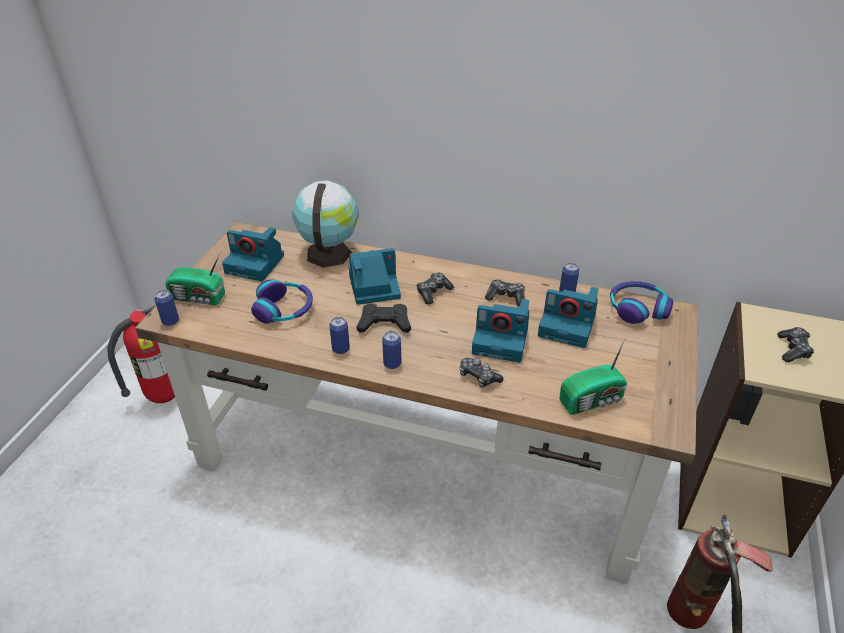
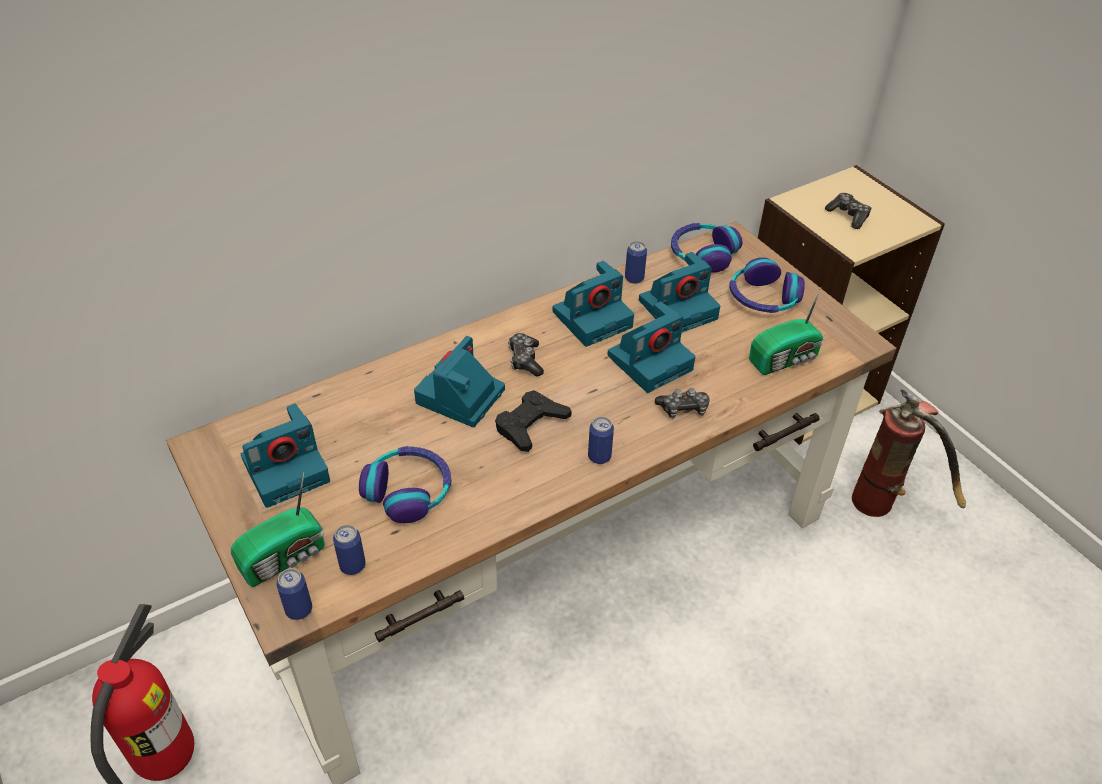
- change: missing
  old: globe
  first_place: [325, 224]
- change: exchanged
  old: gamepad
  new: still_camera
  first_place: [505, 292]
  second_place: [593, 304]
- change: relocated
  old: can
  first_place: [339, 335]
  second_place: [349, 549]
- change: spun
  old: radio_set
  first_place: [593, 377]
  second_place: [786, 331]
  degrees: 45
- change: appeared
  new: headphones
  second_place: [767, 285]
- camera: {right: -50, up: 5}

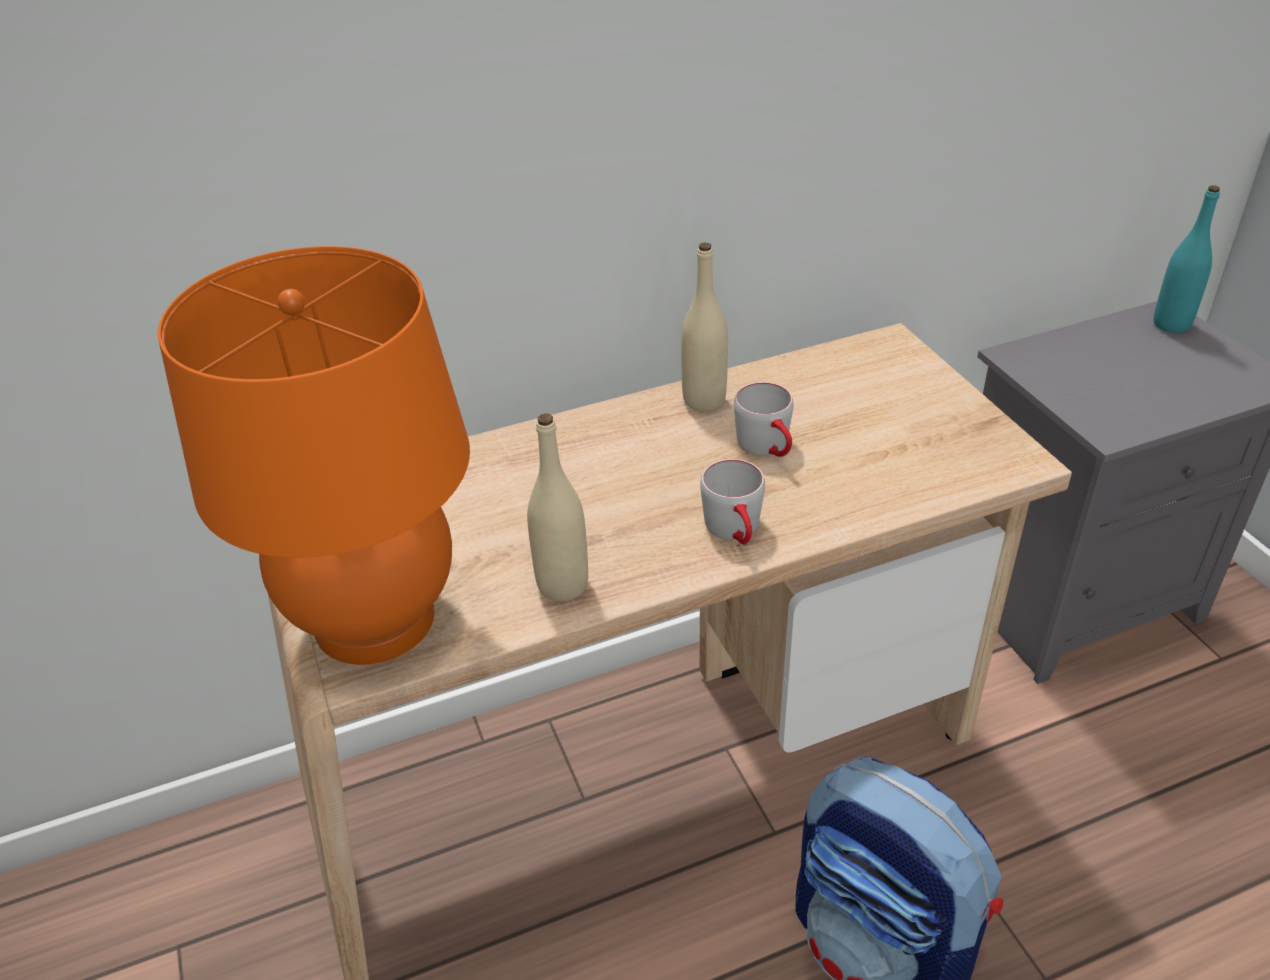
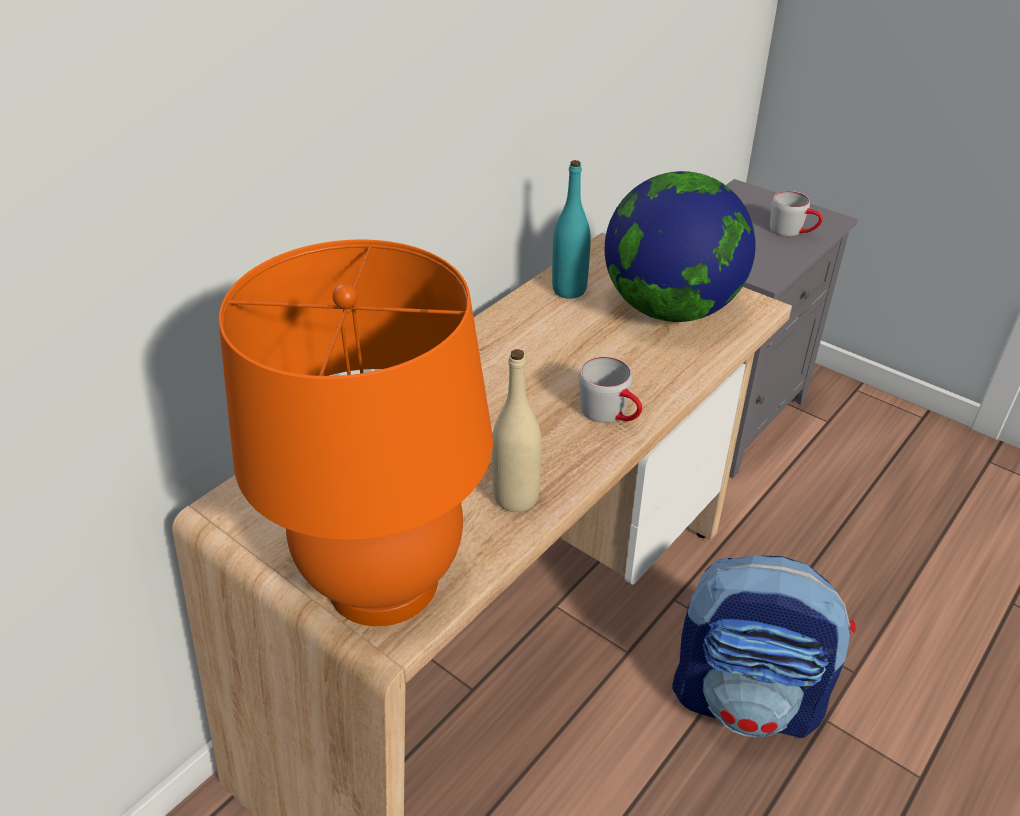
- change: relocated
  old: turquoise_bottle
  first_place: [1187, 259]
  second_place: [571, 229]
- change: missing
  old: beige-coloured_bottle
  first_place: [704, 327]
- change: relocated
  old: gray_mug
  first_place: [764, 419]
  second_place: [796, 213]
- change: appeared
  new: globe
  second_place: [680, 246]
- camera: {right: -30, up: 0}

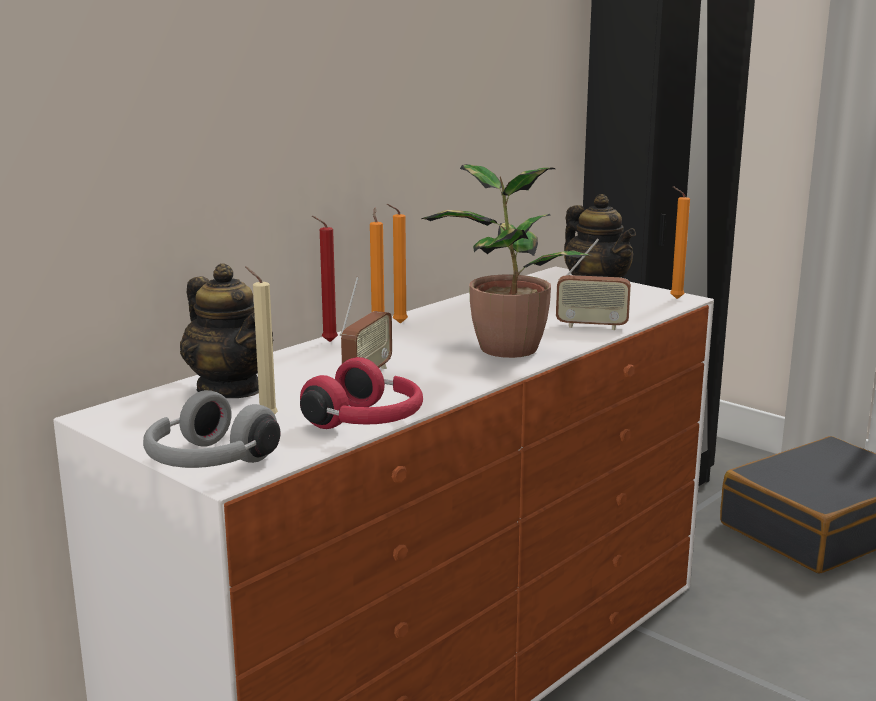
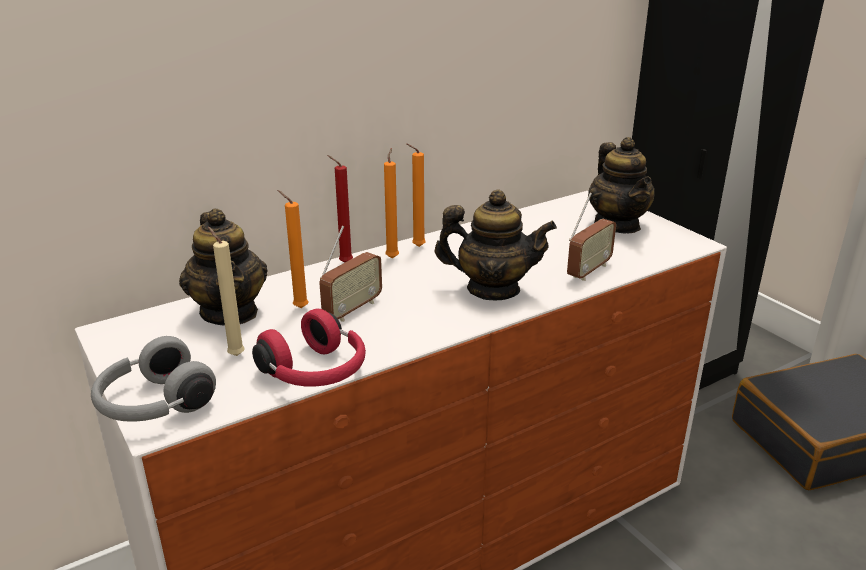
- change: exchanged
  old: potted_plant
  new: tea_pot
  first_place: [507, 261]
  second_place: [496, 244]
- change: relocated
  old: orange_candle
  first_place: [680, 242]
  second_place: [292, 249]
- change: spun
  old: radio_set
  first_place: [593, 284]
  second_place: [591, 237]
  degrees: -75
- camera: {right: 15, up: 10}

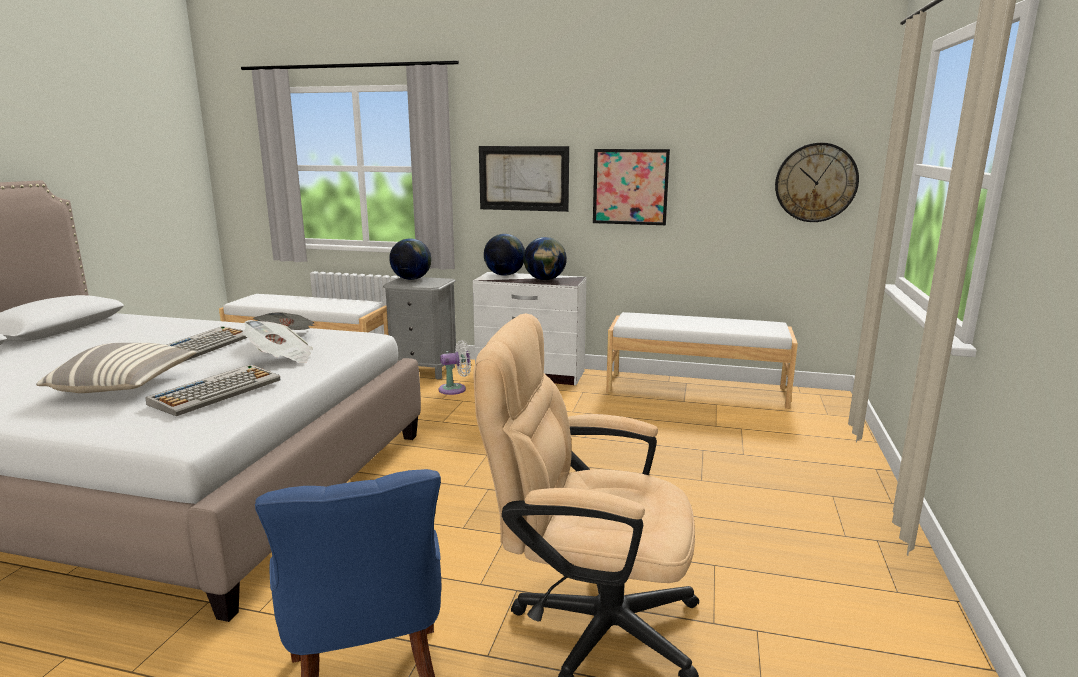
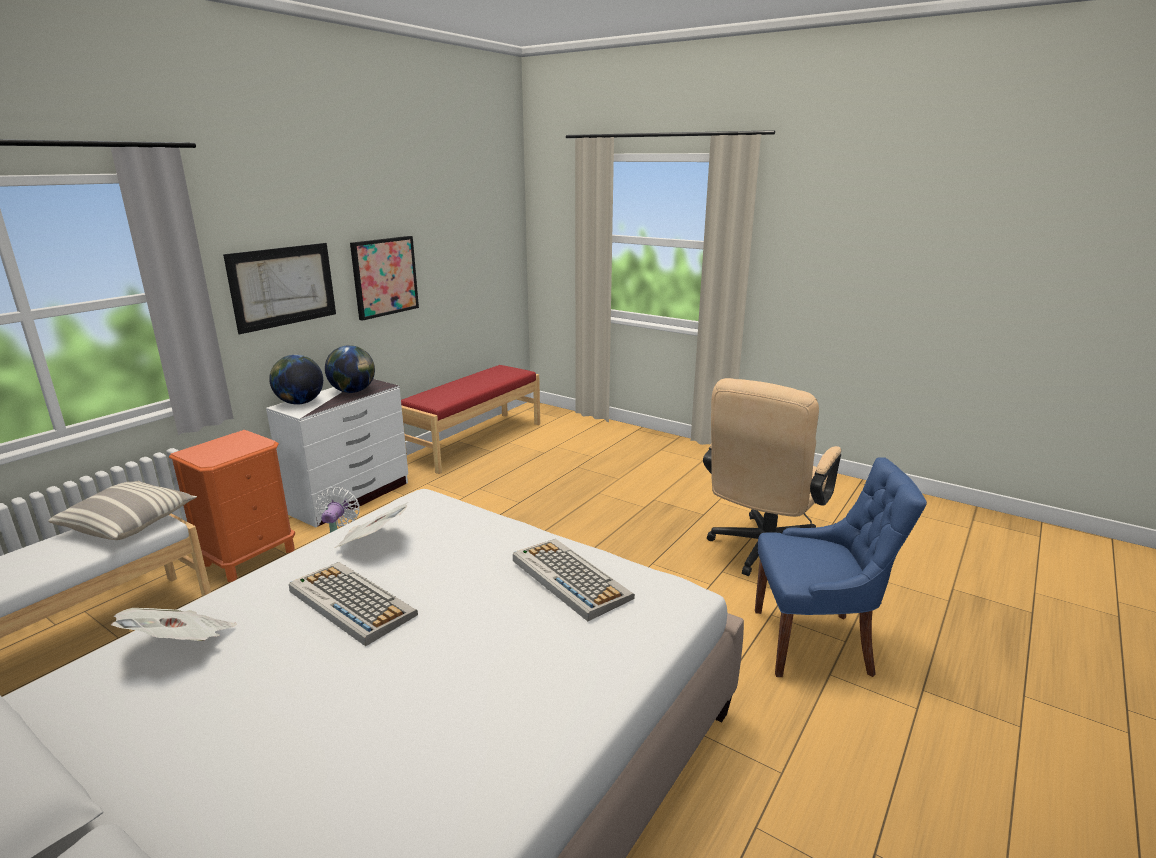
- change: missing
  old: hanging_clock
  first_place: [817, 182]
- change: missing
  old: globe
  first_place: [410, 259]
- change: colour
  old: gray_bedside_table
  new: orange_bedside_table
  first_place: [419, 328]
  second_place: [232, 506]
- change: colour
  old: whitish_indoor_bench
  new: red_indoor_bench
  first_place: [702, 360]
  second_place: [470, 419]
- change: relocated
  old: printed_paper
  first_place: [278, 341]
  second_place: [174, 624]
- change: relocated
  old: throw_pillow
  first_place: [116, 368]
  second_place: [122, 510]
- camera: {right: -70, up: 5}

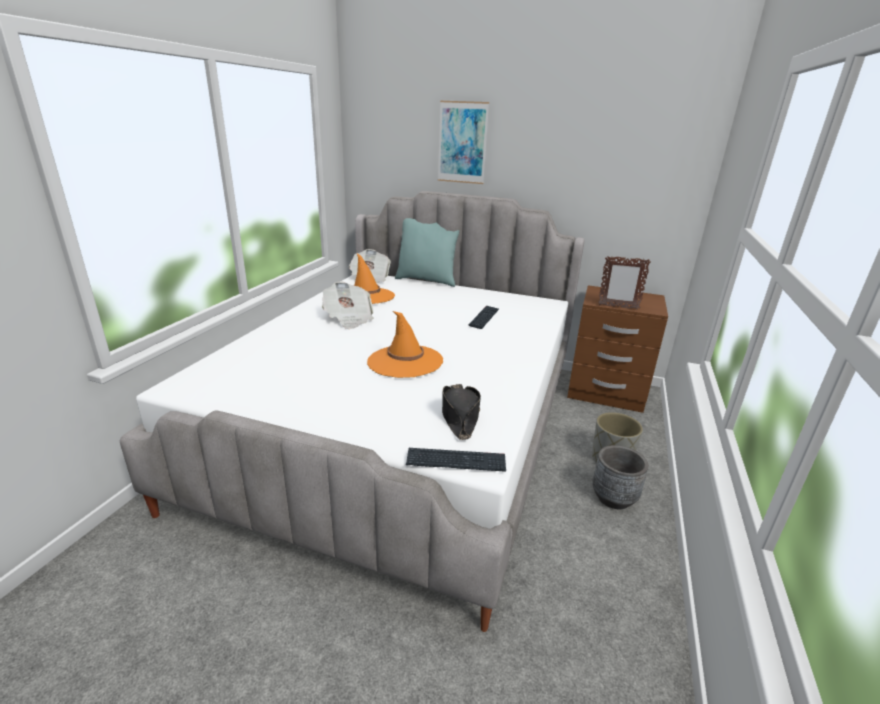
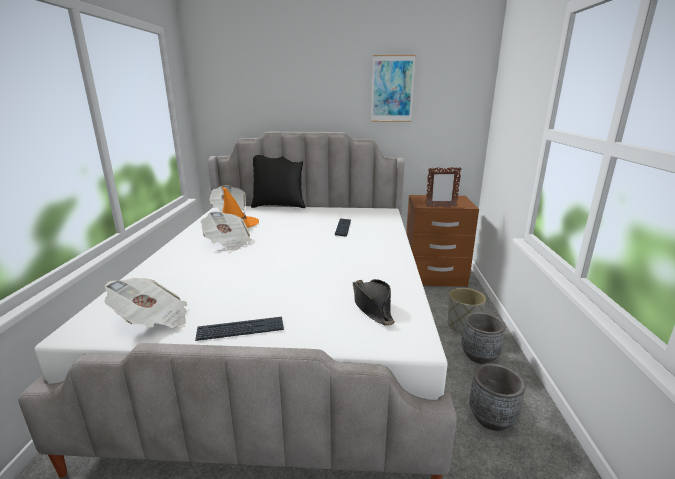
- change: relocated
  old: picture
  first_place: [463, 142]
  second_place: [393, 88]
- change: colour
  old: turquoise_throw_pillow
  new: blackish_throw_pillow
  first_place: [427, 252]
  second_place: [278, 181]
- change: missing
  old: orange_hat
  first_place: [405, 344]
- change: relocated
  old: PC_keyboard
  first_place: [456, 460]
  second_place: [239, 329]
- change: appeared
  new: printed_paper
  second_place: [145, 303]
- change: appeared
  new: gray_plant_pot
  second_place: [497, 397]
- camera: {right: -15, up: -5}

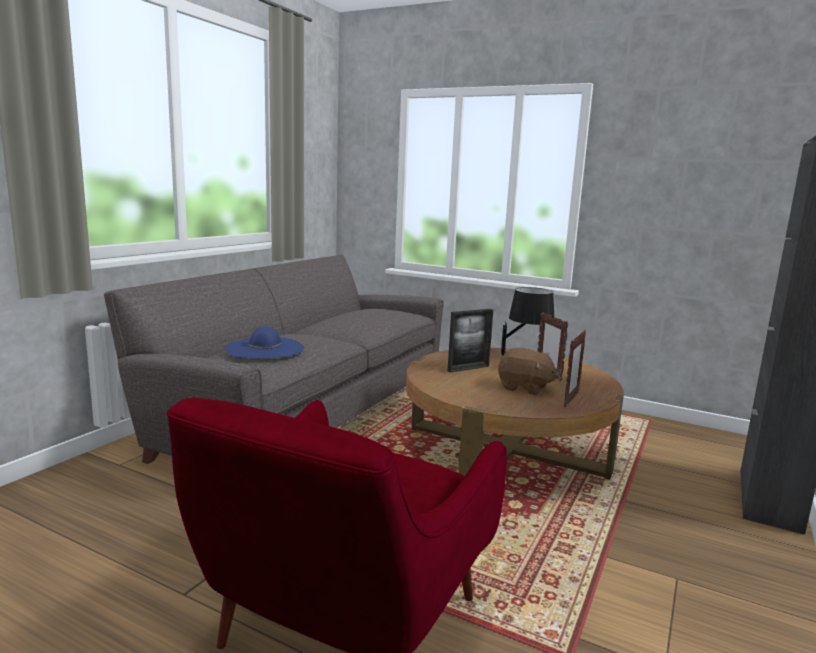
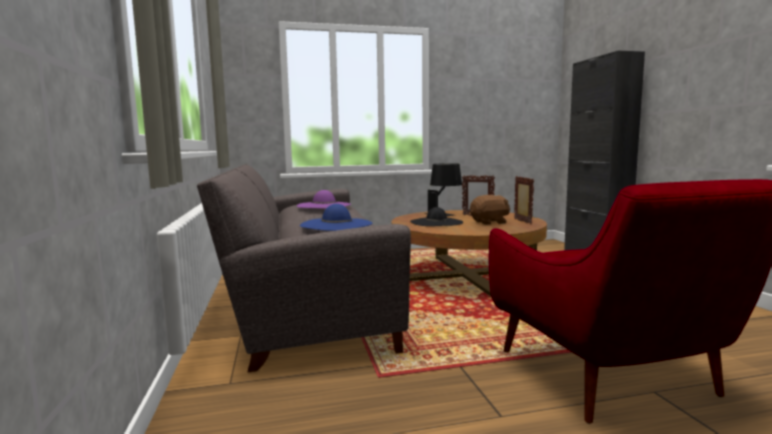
- change: exchanged
  old: standing_frame
  new: blackish_hat
  first_place: [470, 340]
  second_place: [436, 216]
- change: appeared
  new: purple-coloured_hat
  second_place: [324, 199]
- camera: {right: -40, up: -5}

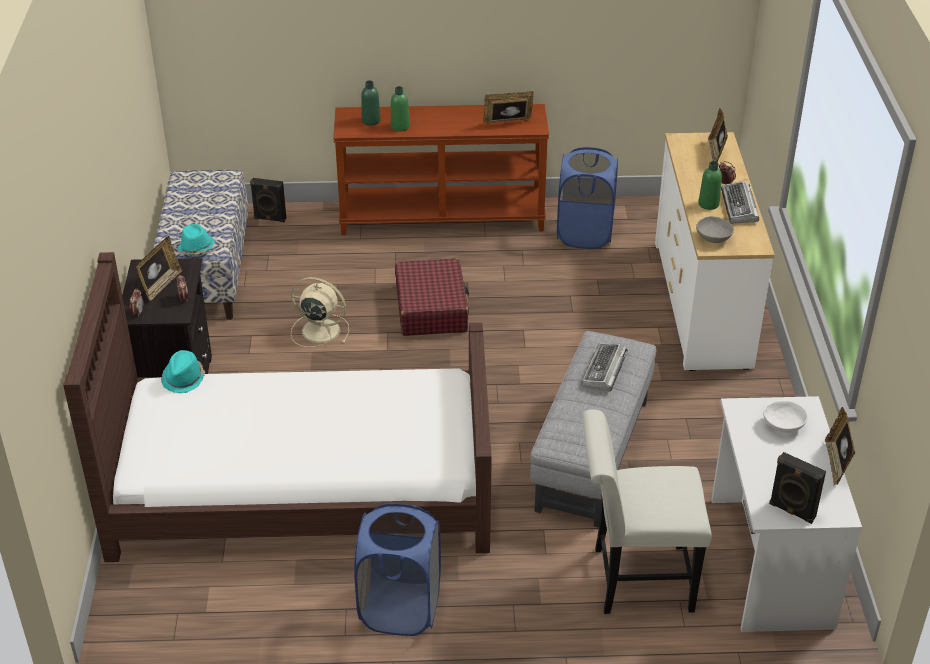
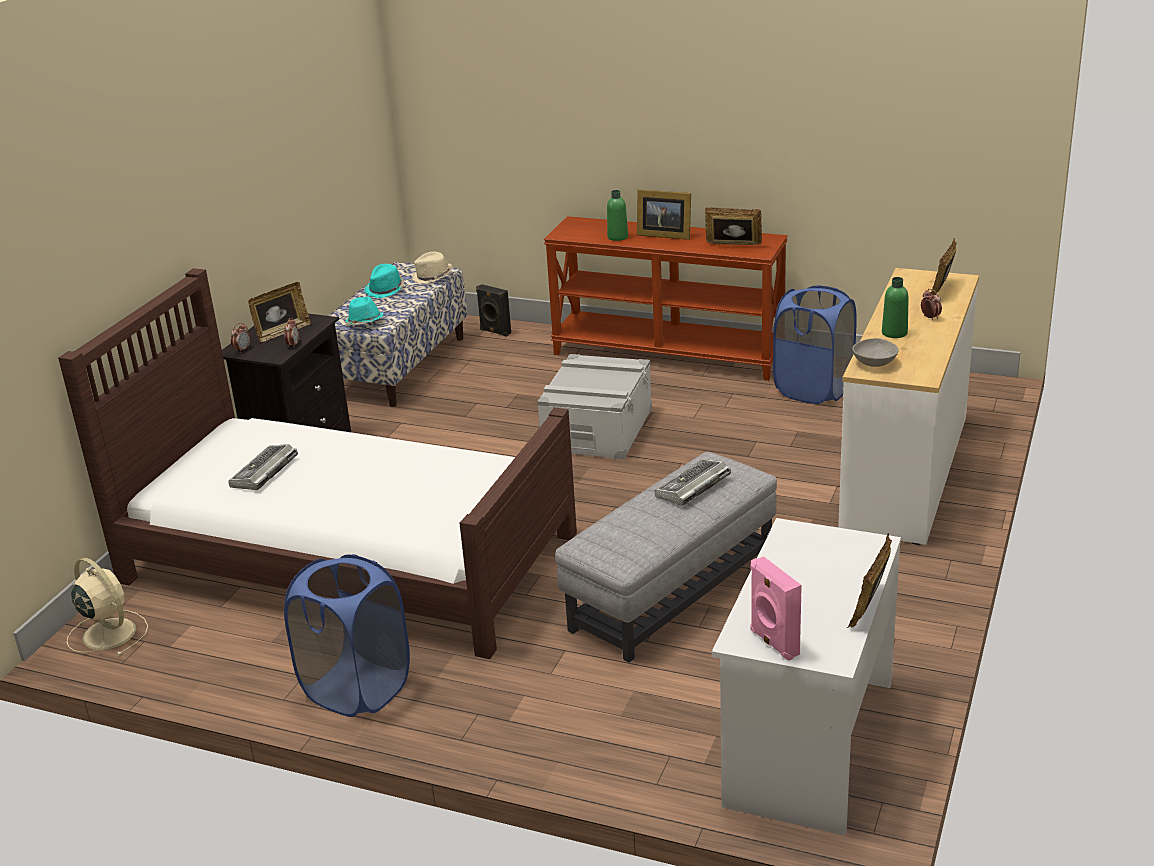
- change: missing
  old: greenish_bottle
  first_place: [371, 103]
- change: relocated
  old: PC_keyboard
  first_place: [740, 202]
  second_place: [263, 467]
- change: exchanged
  old: red_suitcase
  new: gray_storage_container
  first_place: [432, 297]
  second_place: [594, 407]
- change: relocated
  old: beige-coloured_cooling_fan
  first_place: [320, 312]
  second_place: [107, 607]
- change: relocated
  old: turquoise_hat
  first_place: [183, 371]
  second_place: [384, 281]
- change: missing
  old: whitish_serving_bowl
  first_place: [785, 417]
- change: missing
  old: whitish_chair
  first_place: [647, 511]
- change: colour
  old: blackish_audio_speaker
  new: pink_audio_speaker
  first_place: [797, 488]
  second_place: [776, 608]
- change: appeared
  new: standing_frame
  second_place: [664, 214]
- change: appeared
  new: beige-coloured_hat
  second_place: [432, 268]
- camera: {right: 25, up: -10}

